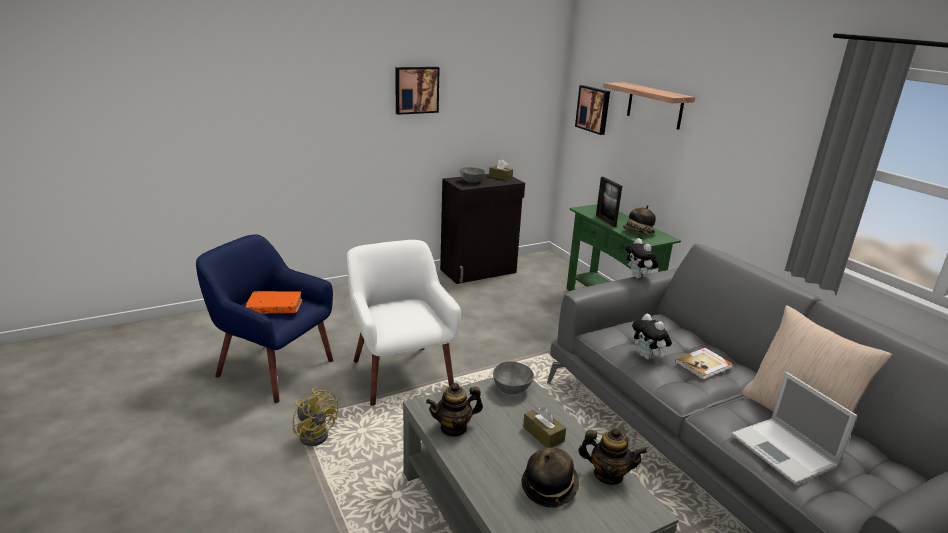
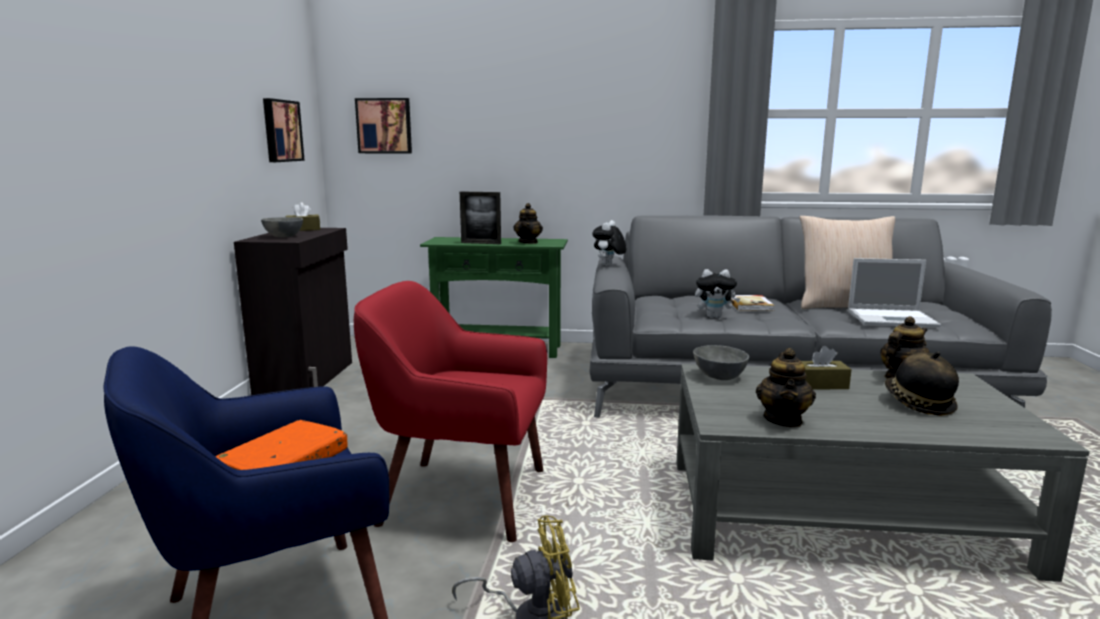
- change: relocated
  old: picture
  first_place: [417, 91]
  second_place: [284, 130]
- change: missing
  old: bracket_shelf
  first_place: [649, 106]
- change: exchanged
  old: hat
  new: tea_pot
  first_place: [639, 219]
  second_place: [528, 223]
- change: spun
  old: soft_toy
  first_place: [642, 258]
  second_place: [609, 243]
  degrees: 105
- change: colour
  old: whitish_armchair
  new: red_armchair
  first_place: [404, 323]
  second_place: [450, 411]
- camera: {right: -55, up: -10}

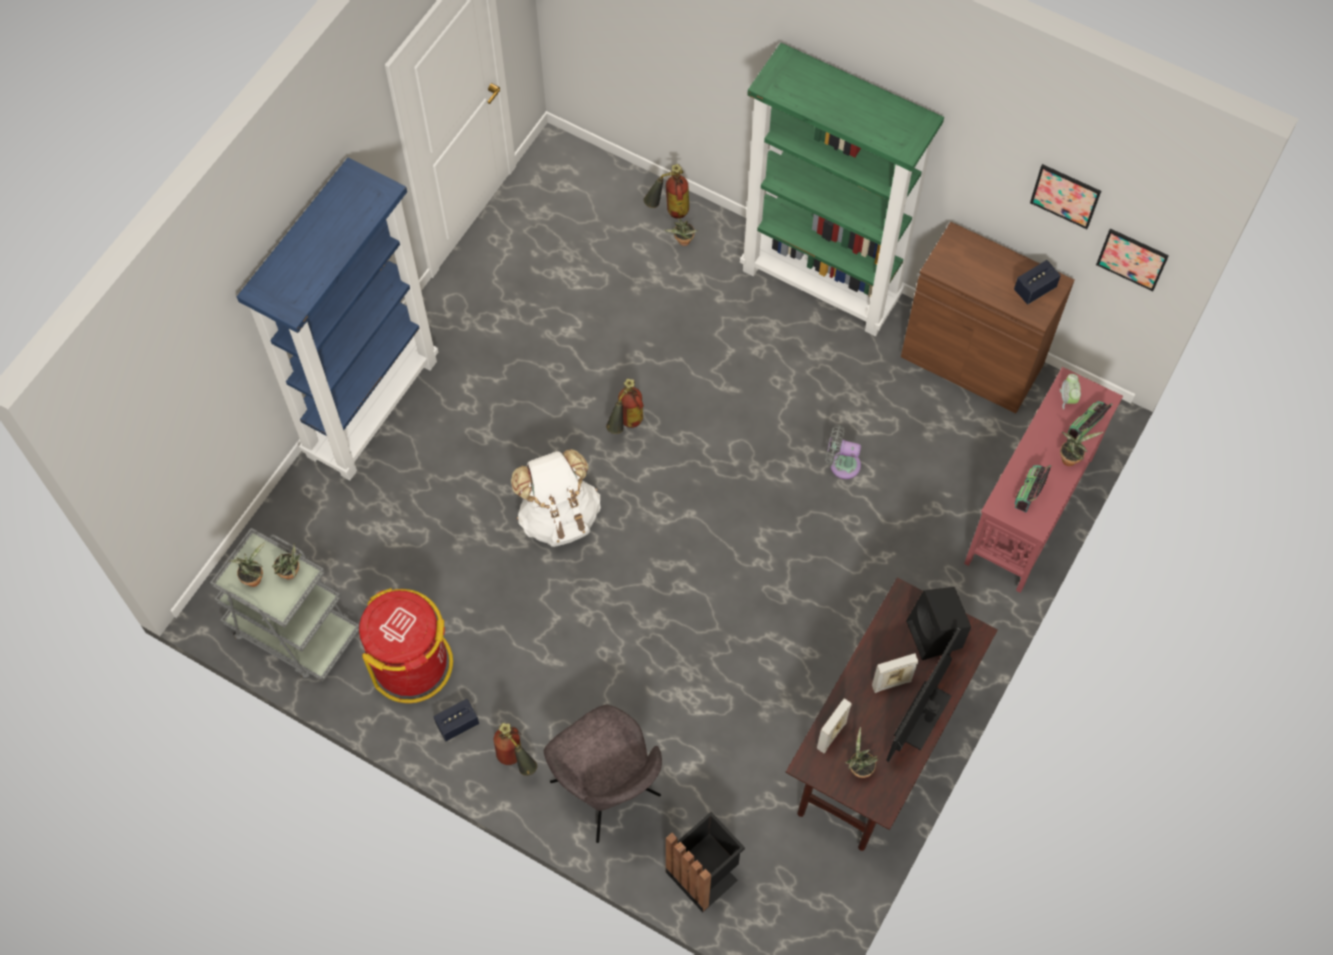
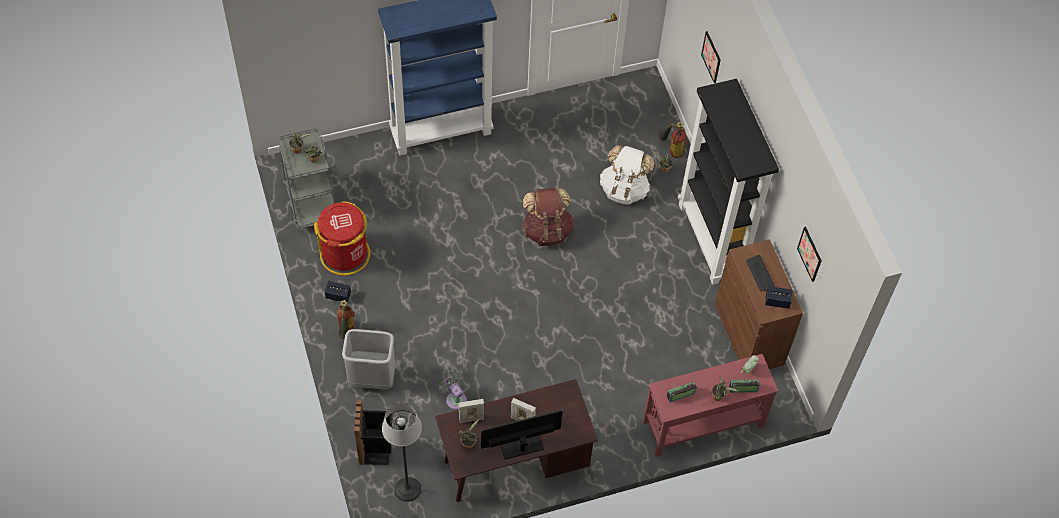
- change: colour
  old: greenish_shelving_unit
  new: blackish_shelving_unit
  first_place: [842, 189]
  second_place: [728, 182]
- change: relocated
  old: picture
  first_place: [1132, 260]
  second_place: [711, 57]
- change: exchanged
  old: extinguisher
  new: brown_knapsack
  first_place: [625, 406]
  second_place: [548, 217]
- change: relocated
  old: gray_cooling_fan
  first_place: [843, 452]
  second_place: [453, 391]
- change: relocated
  old: whitish_knapsack
  first_place: [556, 498]
  second_place: [627, 175]
- change: missing
  old: blackish_audio_speaker
  first_place: [938, 623]
- change: exchanged
  old: gray_chair
  new: gray_waste_bin
  first_place: [603, 774]
  second_place: [368, 359]
- change: appeared
  new: PC_keyboard
  second_place: [760, 273]
- change: appeared
  new: standing_lamp
  second_place: [402, 452]
- camera: {right: 40, up: -5}

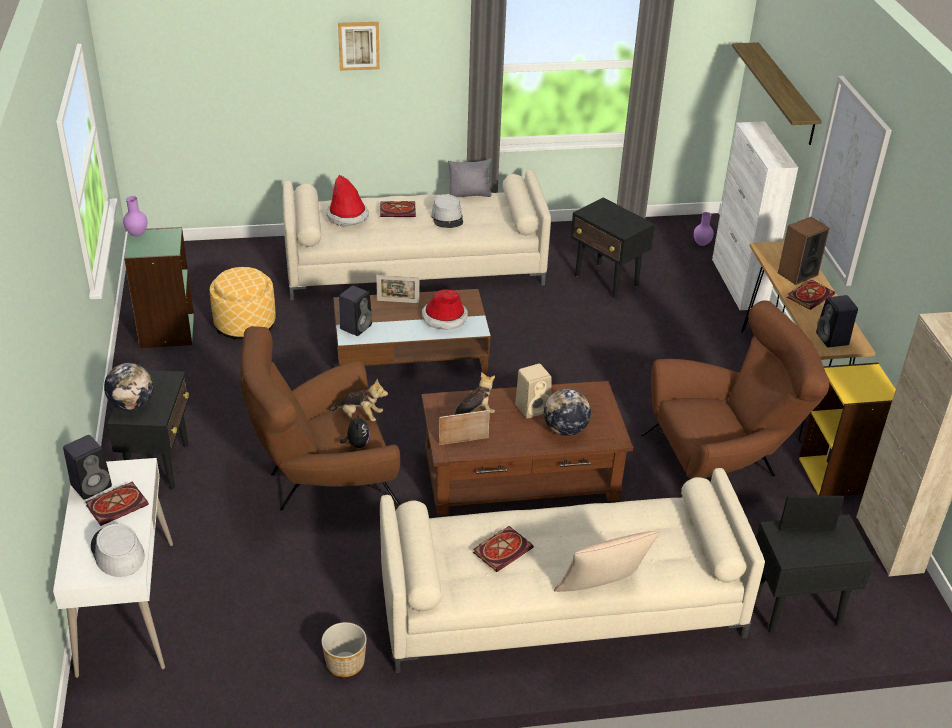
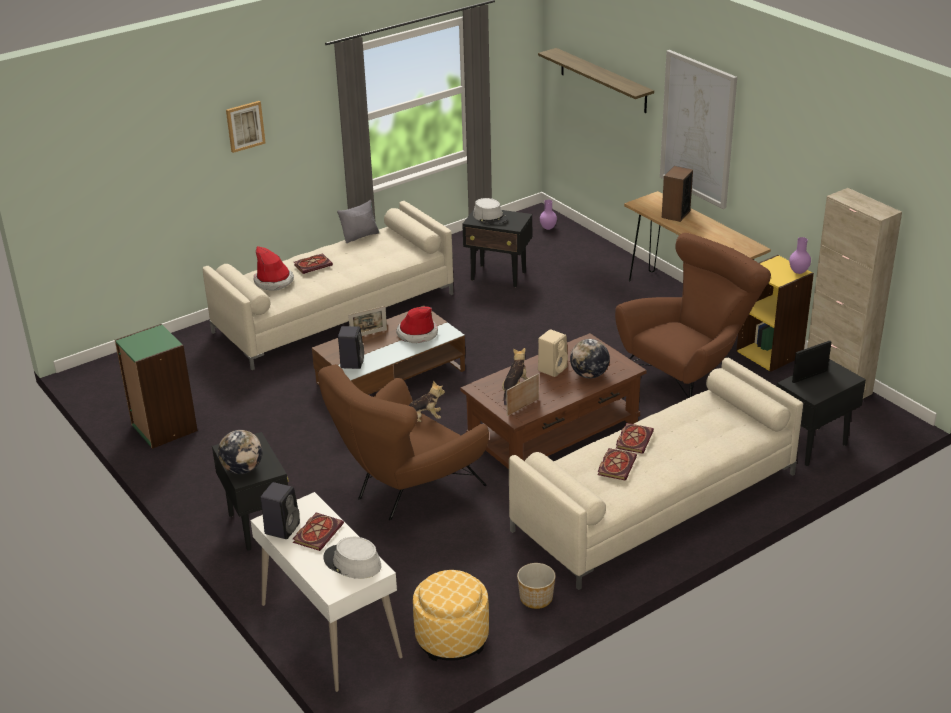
- change: missing
  old: whitish_cupboard
  first_place: [755, 215]
- change: relocated
  old: gray_hat
  first_place: [447, 211]
  second_place: [490, 211]
- change: relocated
  old: purple-coloured_vase
  first_place: [135, 216]
  second_place: [800, 255]
- change: relocated
  old: footrest
  first_place: [243, 303]
  second_place: [451, 615]
- change: relocated
  old: volume
  first_place: [811, 295]
  second_place: [635, 438]
- change: missing
  old: blackish_audio_speaker
  first_place: [837, 321]
- change: missing
  old: soft_toy
  first_place: [355, 430]
- change: missing
  old: beige-coloured_throw_pillow
  first_place: [607, 561]
- camera: {right: -25, up: -5}

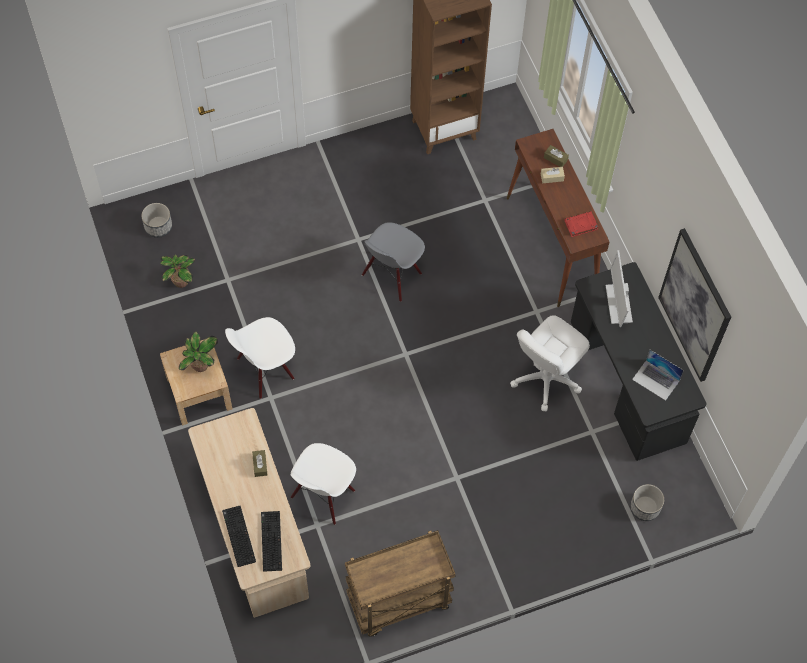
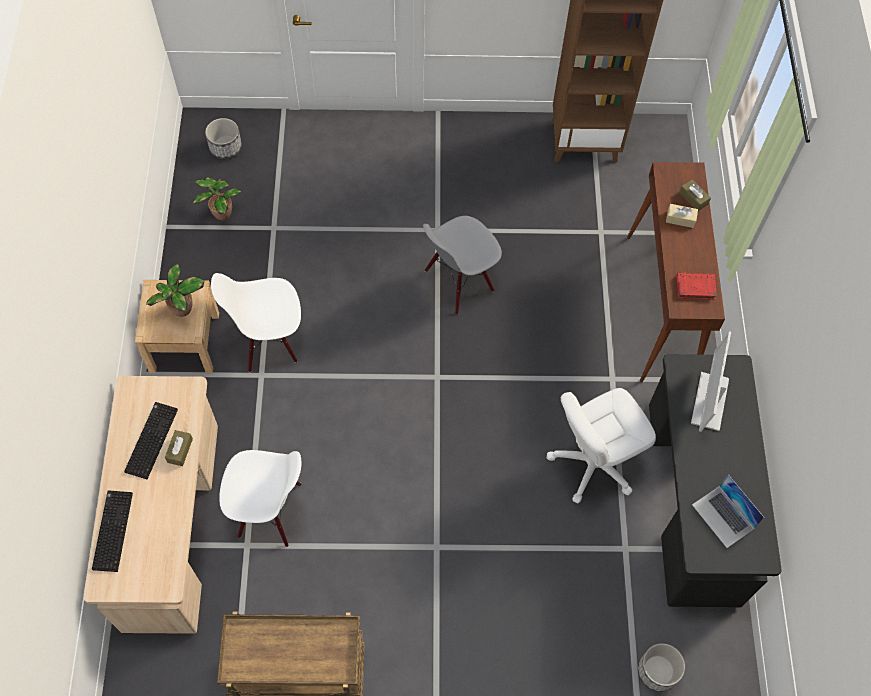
- change: missing
  old: picture
  first_place: [694, 305]
- change: spun
  old: whitish_chair
  first_place: [323, 484]
  second_place: [260, 498]
  degrees: -135
- change: relocated
  old: PC_keyboard
  first_place: [271, 541]
  second_place: [151, 440]
- camera: {right: 20, up: 0}

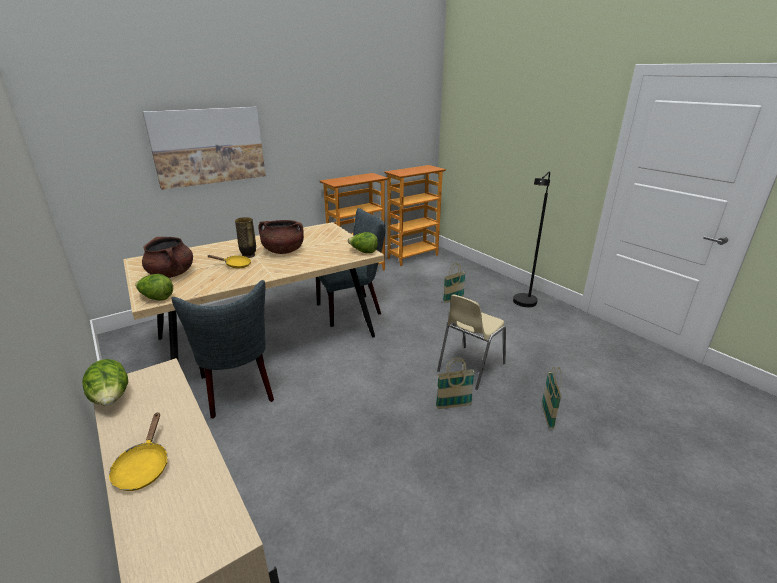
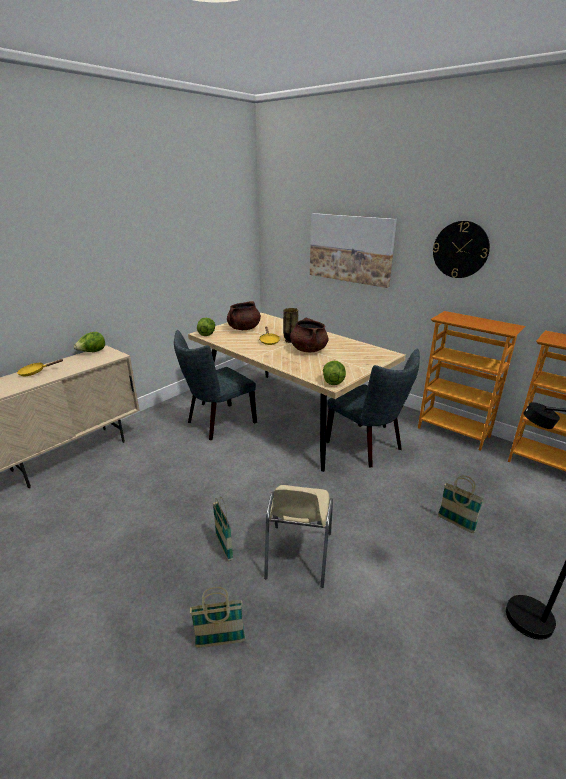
- change: spun
  old: beige-coloured_chair
  first_place: [471, 342]
  second_place: [298, 536]
  degrees: -105
- change: appeared
  new: hanging_clock
  second_place: [461, 249]
- camera: {right: 75, up: 0}

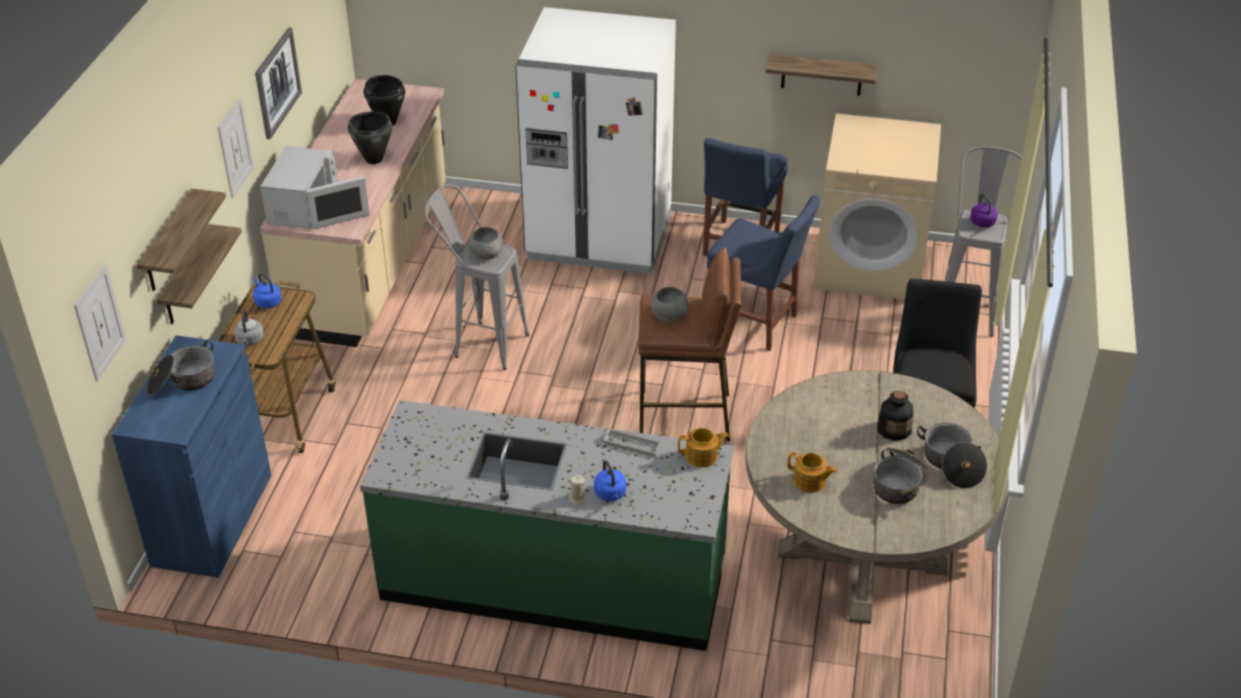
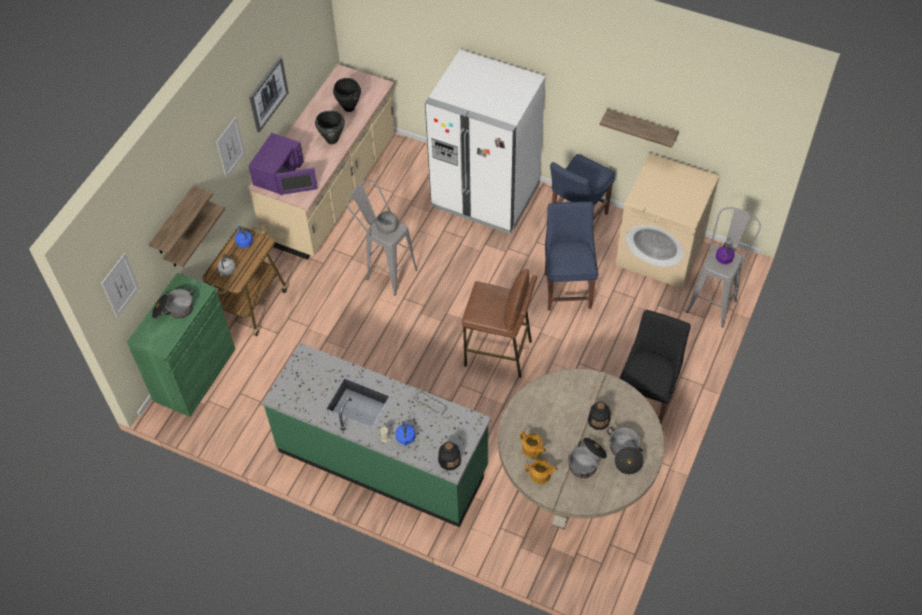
- change: colour
  old: whitish_kitchen_microwave
  new: purple-coloured_kitchen_microwave
  first_place: [314, 188]
  second_place: [283, 164]
- change: spun
  old: bluish_chair
  first_place: [763, 273]
  second_place: [571, 256]
  degrees: -135
- change: missing
  old: gray_serving_bowl
  first_place: [669, 304]
- change: colour
  old: bluish_cupboard
  new: greenish_cupboard
  first_place: [192, 456]
  second_place: [181, 345]
- change: relocated
  old: tea_pot
  first_place: [703, 448]
  second_place: [541, 471]
- change: appeared
  new: bottle
  second_place: [449, 456]
- camera: {right: 15, up: 15}

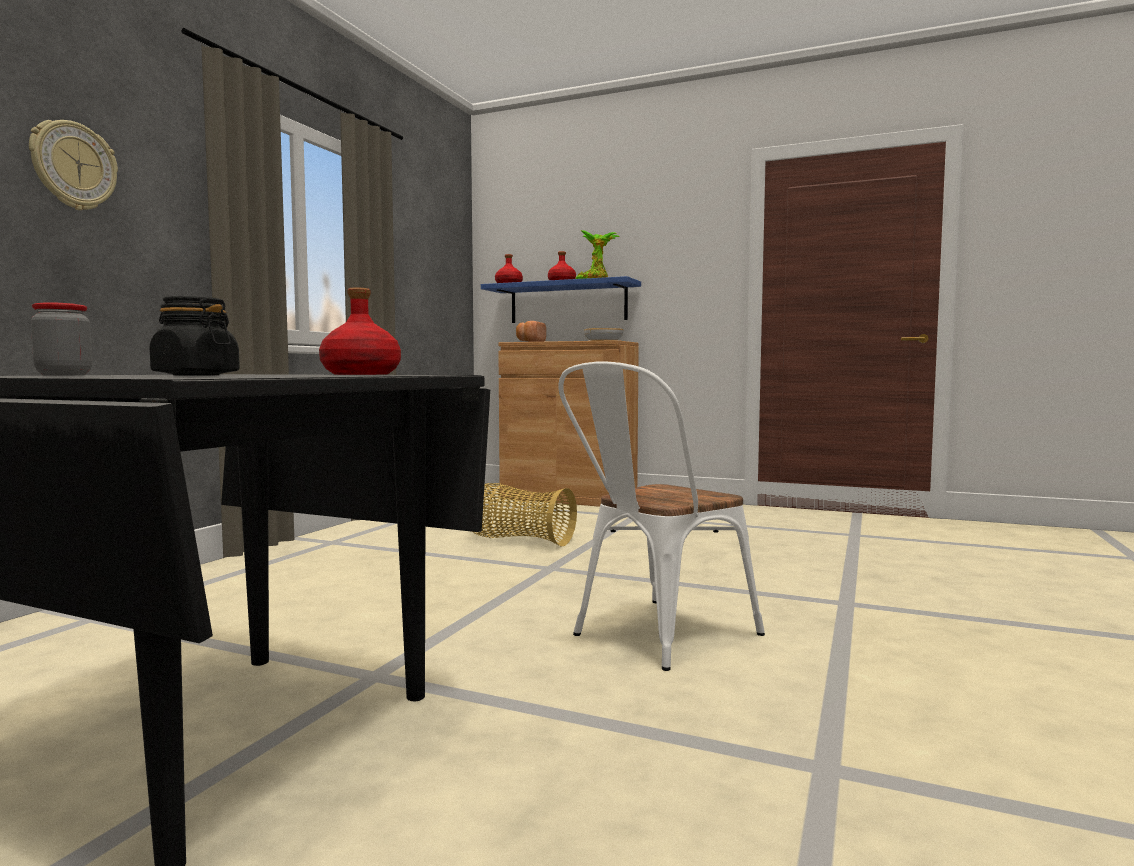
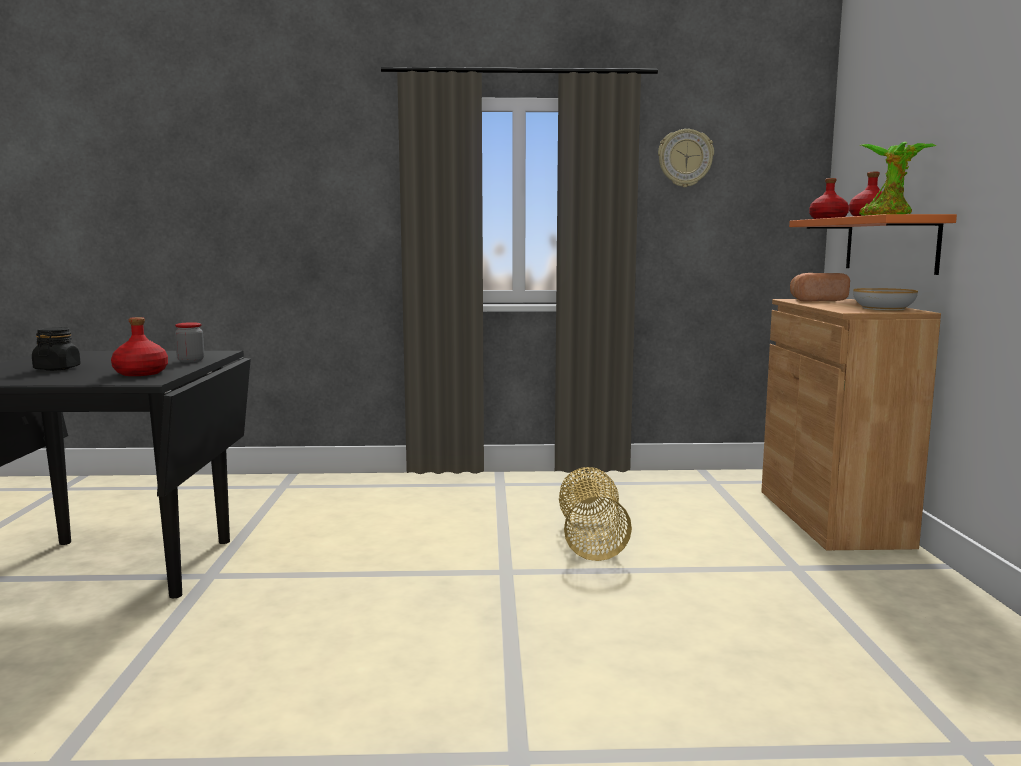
- change: relocated
  old: hanging_clock
  first_place: [73, 165]
  second_place: [686, 158]
- change: colour
  old: bluish_bracket_shelf
  new: orange_bracket_shelf
  first_place: [561, 299]
  second_place: [873, 244]
- change: relocated
  old: jar
  first_place: [61, 338]
  second_place: [189, 342]
- change: missing
  old: whitish_chair
  first_place: [661, 516]
- camera: {right: 65, up: 5}

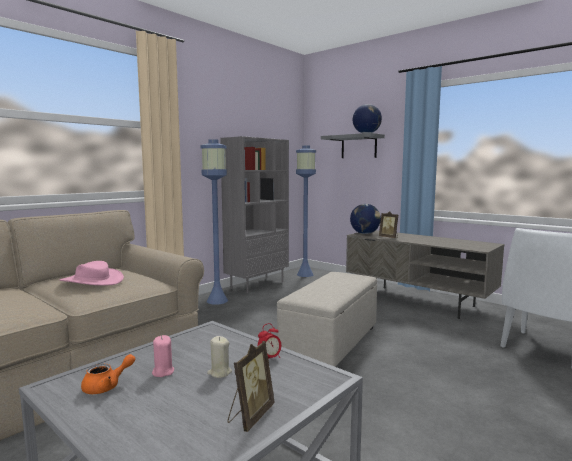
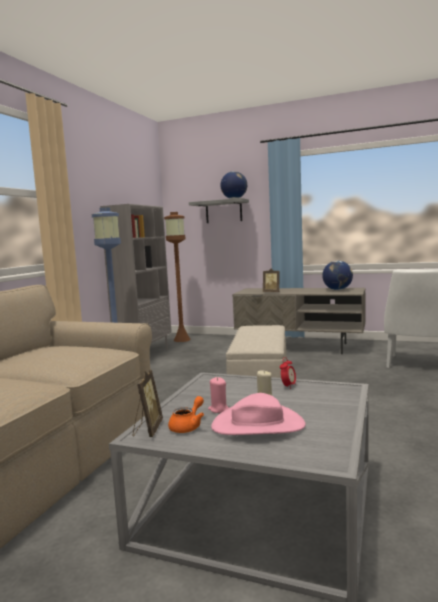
- change: colour
  old: bluish_standing_lamp
  new: brown_standing_lamp
  first_place: [306, 211]
  second_place: [177, 277]
- change: relocated
  old: globe
  first_place: [365, 219]
  second_place: [337, 275]
- change: relocated
  old: pink_hat
  first_place: [91, 273]
  second_place: [258, 414]
- change: relocated
  old: standing_frame
  first_place: [251, 386]
  second_place: [148, 403]
- camera: {right: -20, up: 0}

